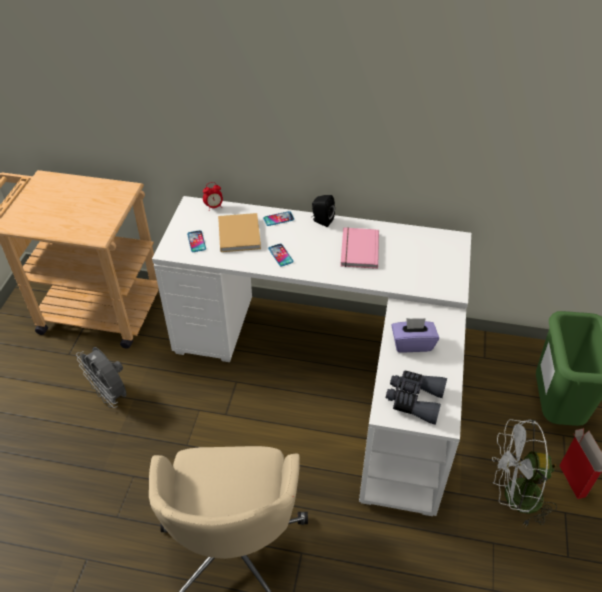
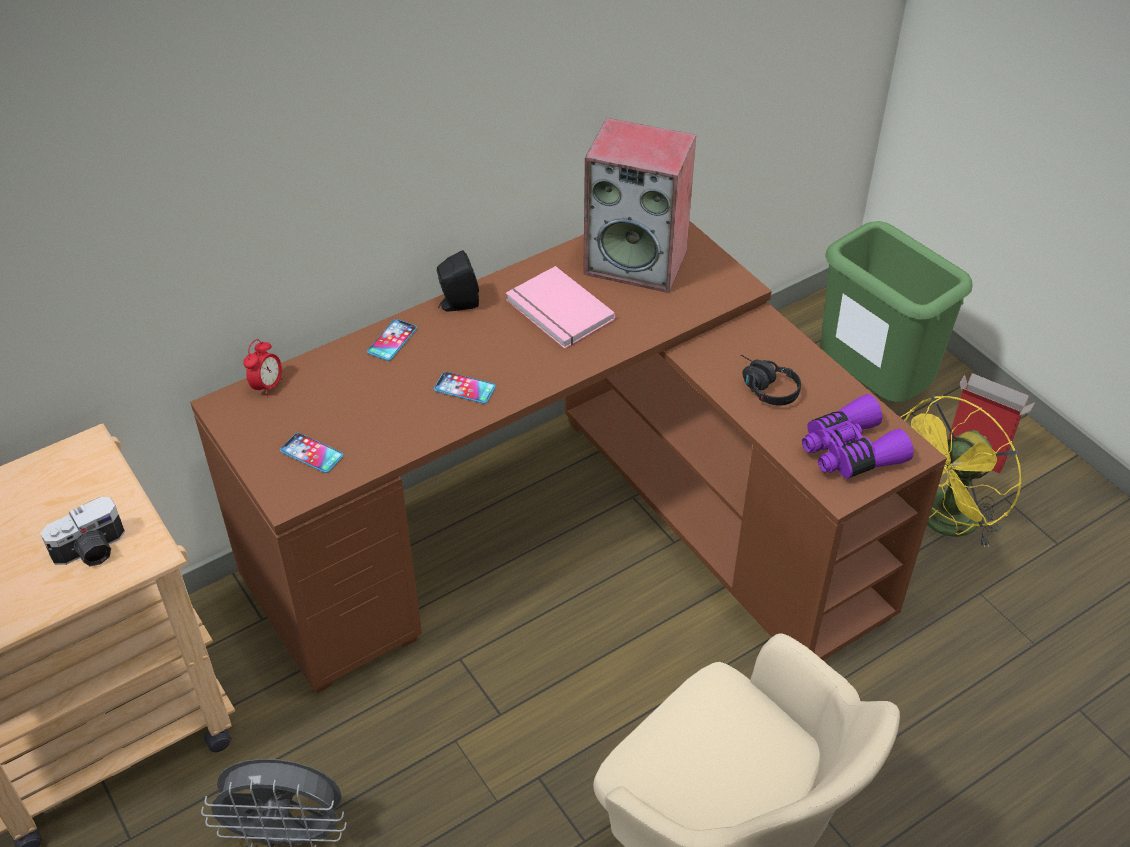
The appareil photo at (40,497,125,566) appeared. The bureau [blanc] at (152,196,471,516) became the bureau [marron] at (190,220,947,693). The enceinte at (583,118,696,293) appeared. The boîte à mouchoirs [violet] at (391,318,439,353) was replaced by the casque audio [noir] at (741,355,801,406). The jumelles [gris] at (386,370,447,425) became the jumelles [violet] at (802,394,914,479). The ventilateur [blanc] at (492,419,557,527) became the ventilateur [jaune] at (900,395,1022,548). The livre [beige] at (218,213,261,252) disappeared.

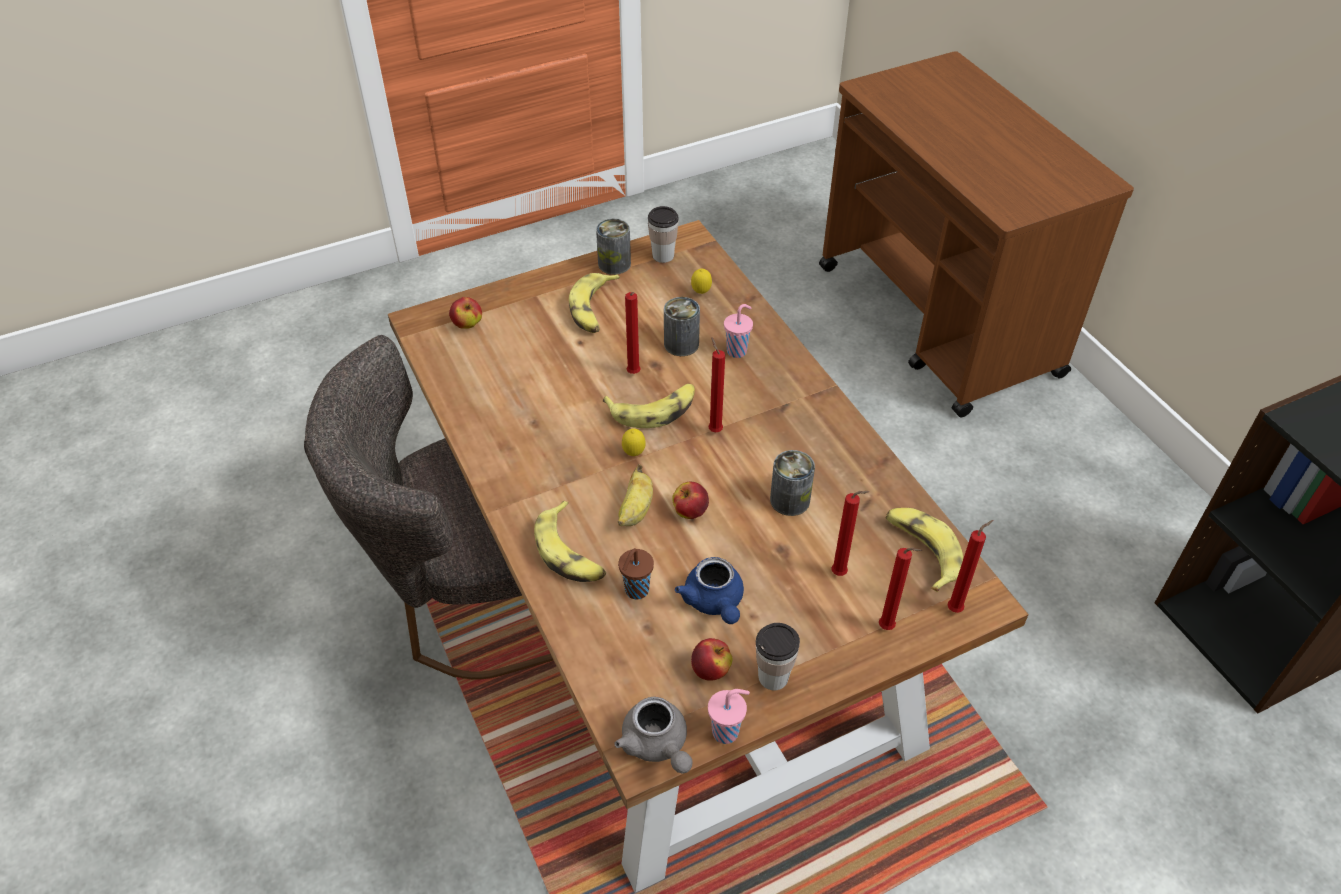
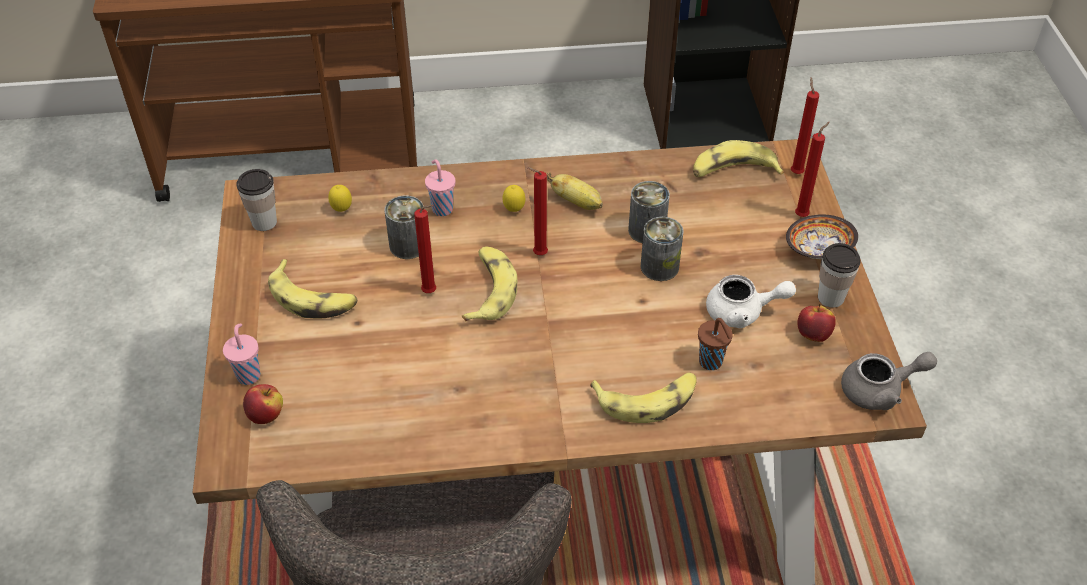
The tasse [rose] moved from (708,689,750,744) to (223,323,260,385). The citron moved from (622,428,646,456) to (503,185,525,212). The banane moved from (618,464,653,526) to (547,172,603,210). The boîte métallique moved from (596,219,631,275) to (640,217,684,281). The théière [bleu] at (675,557,744,624) became the théière [blanc] at (706,275,796,328). The bol at (786,214,858,259) appeared. The pomme at (672,481,709,519) disappeared. The bougie [rouge] at (831,491,869,576) disappeared.

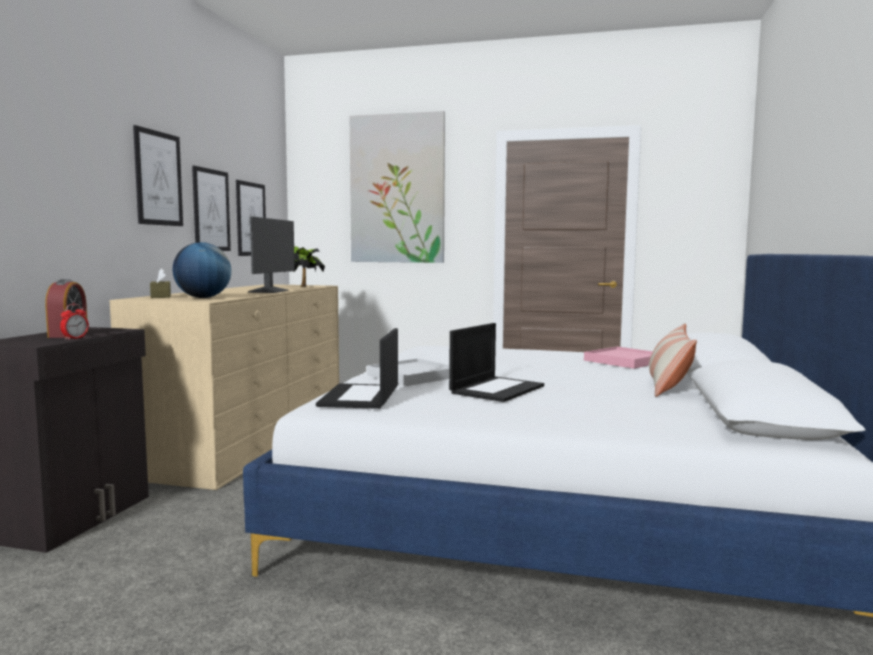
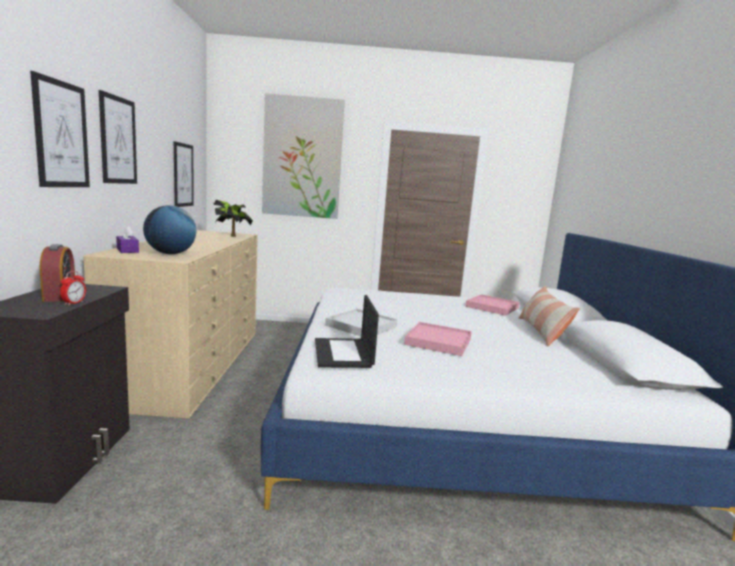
The tableau moved from (192,166,231,251) to (30,71,90,187). The boîte à mouchoirs [marron] at (150,268,171,298) became the boîte à mouchoirs [violet] at (116,225,139,253). The ordinateur portable at (449,323,544,402) was replaced by the plateau [rose] at (404,322,472,356). The écran d'ordinateur at (248,217,295,293) disappeared.

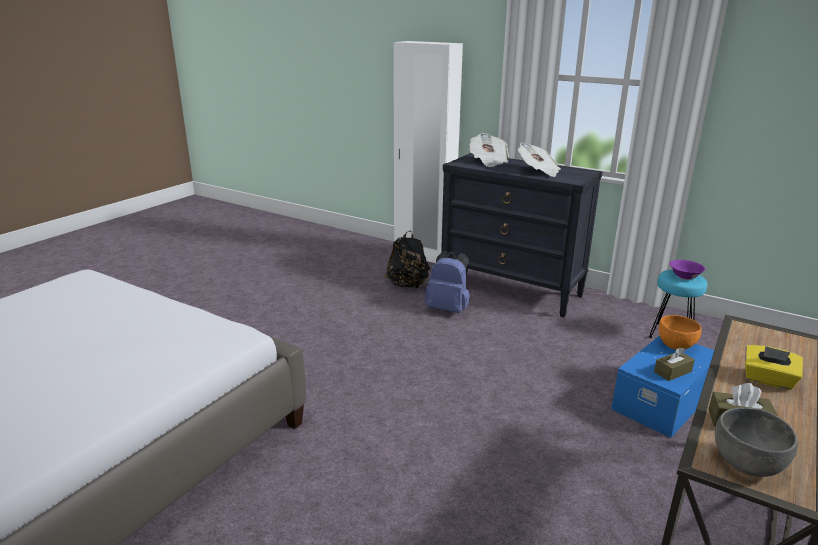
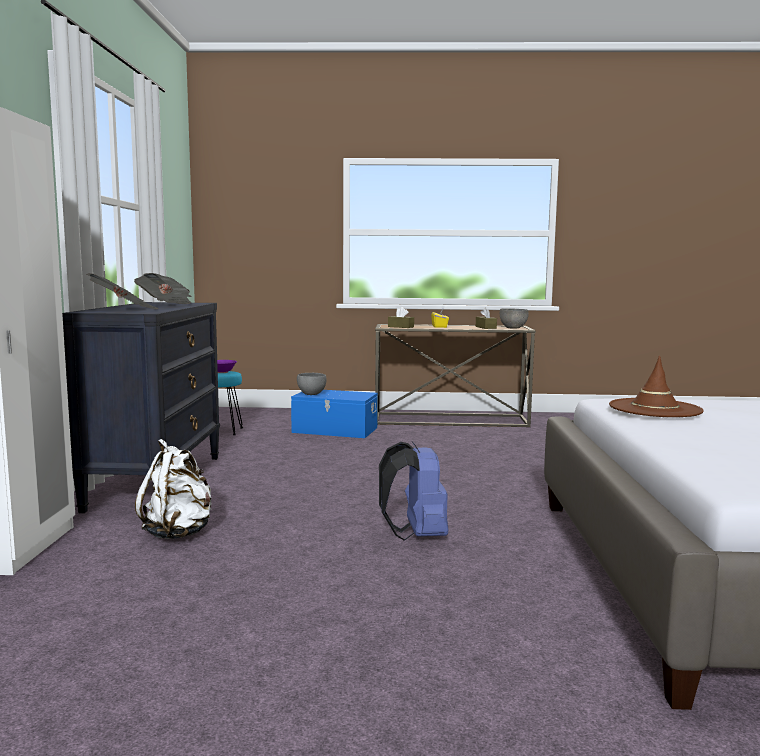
The sac à dos [noir] at (384,231,430,289) became the sac à dos [blanc] at (135,439,212,539). The bol [orange] at (659,315,702,350) became the bol [gris] at (297,373,327,395). The sac à dos [bleu] moved from (425,251,470,313) to (379,441,448,541). The boîte à mouchoirs [marron] moved from (654,347,695,381) to (388,307,414,328). The chapeau [marron] at (609,355,704,417) appeared.

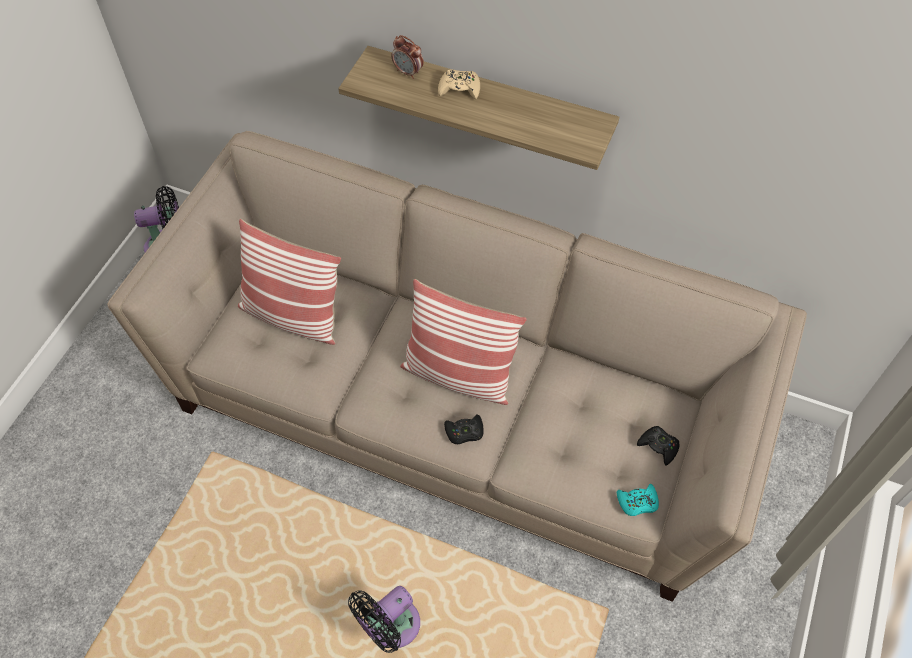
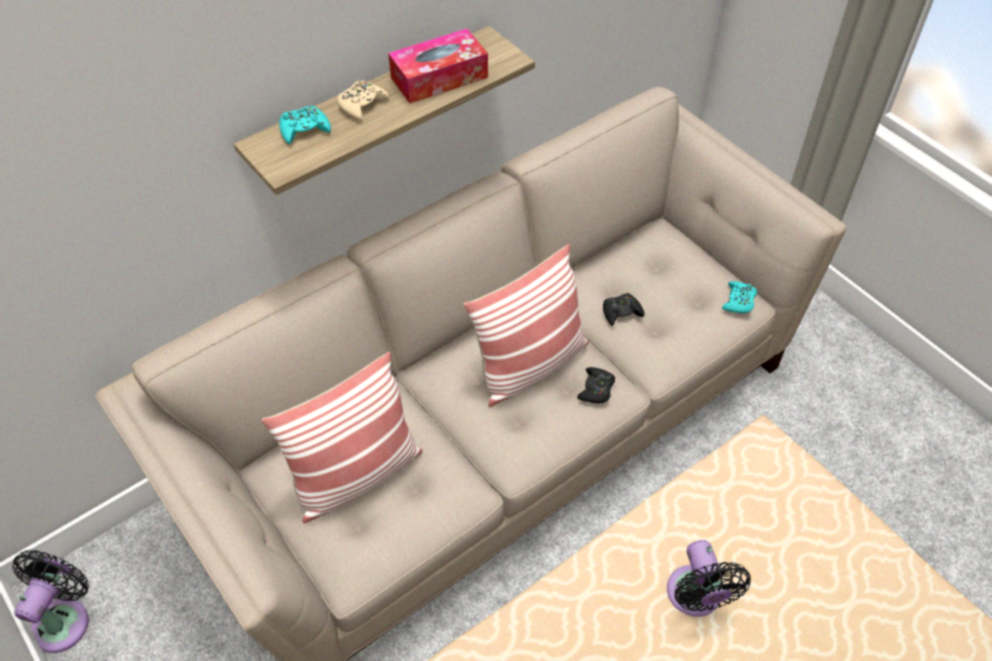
The réveil at (392,35,424,79) was replaced by the manette [turquoise] at (279,105,331,144). The boîte à mouchoirs at (388,29,488,104) appeared. The manette [noir] moved from (637,426,680,466) to (603,293,644,326).

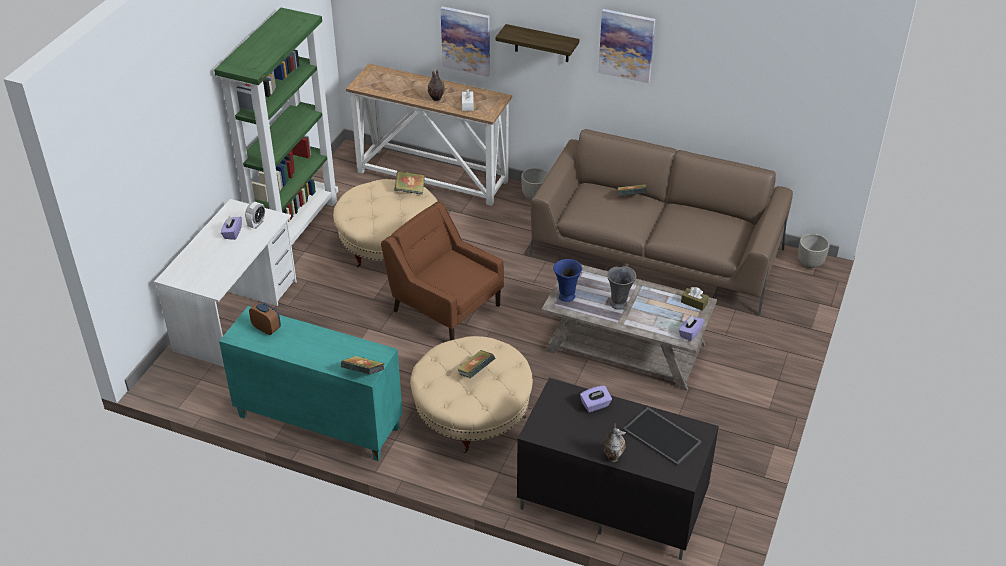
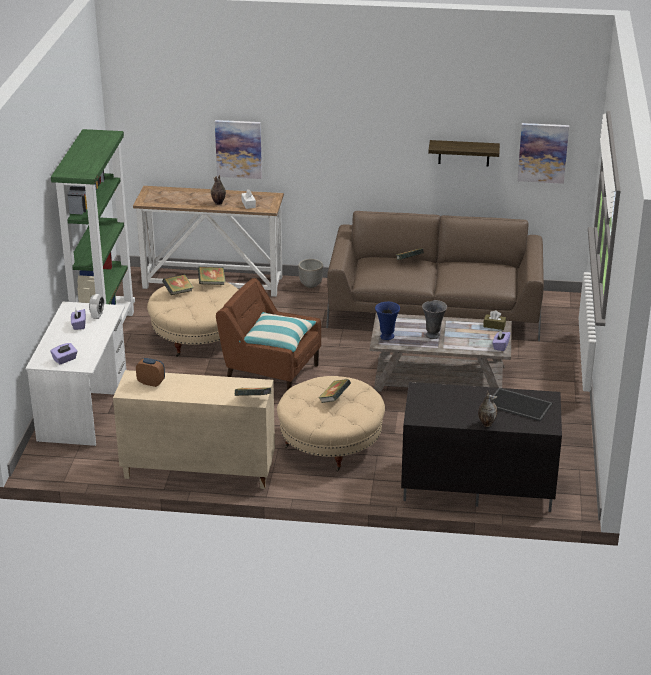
The boîte à mouchoirs [violet] moved from (580,385,612,412) to (50,343,78,365). The meuble de rangement [turquoise] at (219,306,403,461) became the meuble de rangement [beige] at (113,370,275,489). The livre at (162,274,194,295) appeared. The coussin at (239,312,316,352) appeared. The étagère moved from (496,24,579,62) to (428,140,500,167). The tableau moved from (598,9,655,83) to (517,123,569,184). The cache-pot at (798,234,830,268) disappeared.

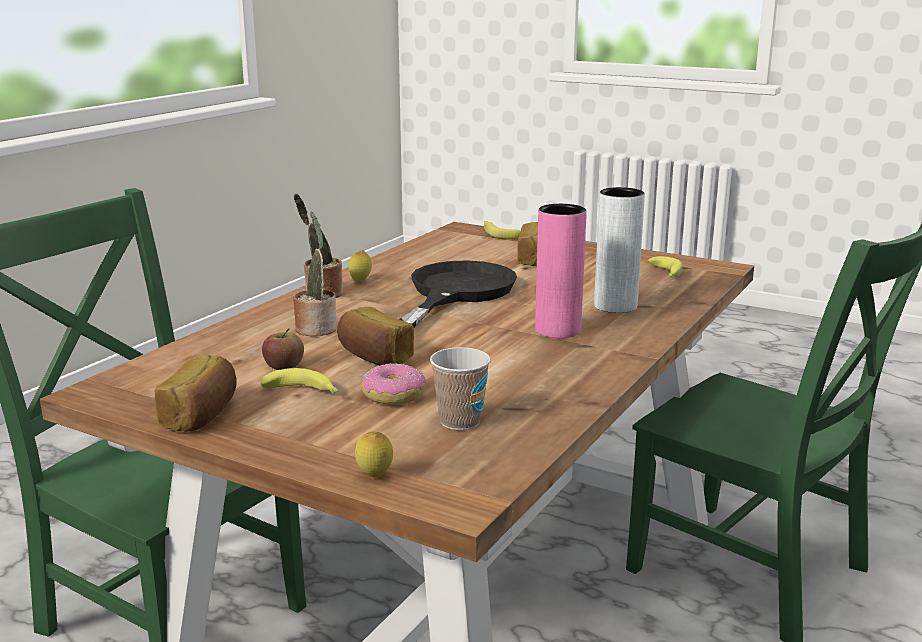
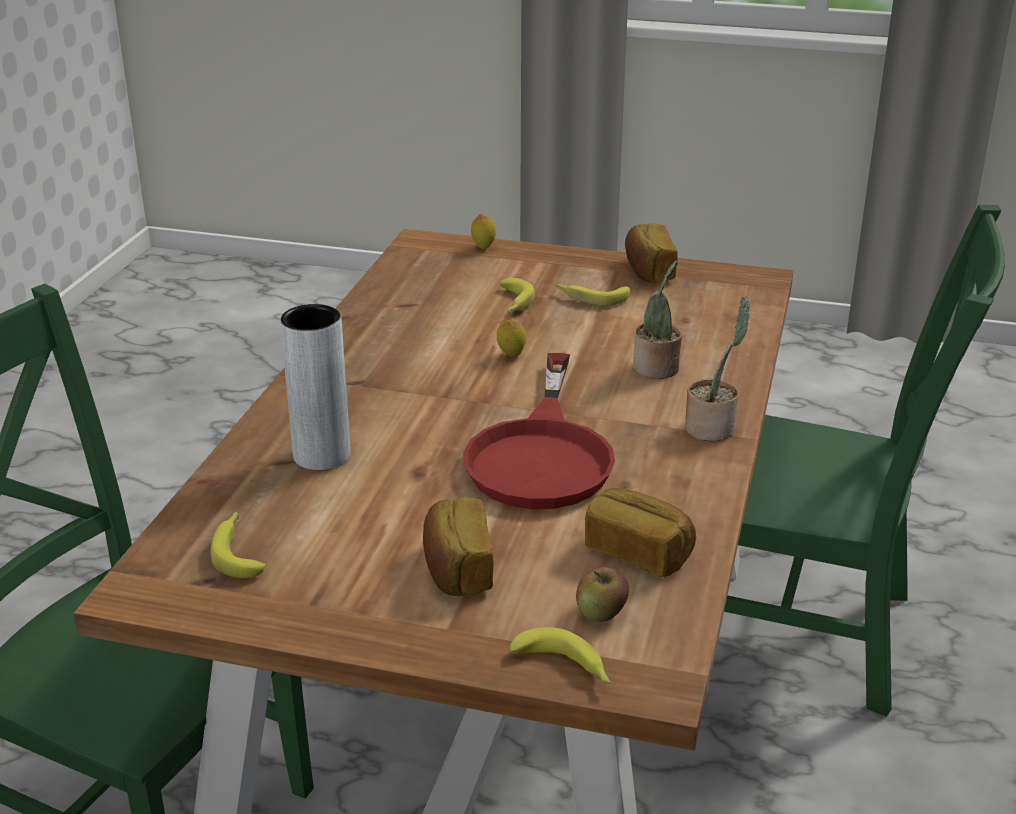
The poêle [noir] at (399,261,517,327) became the poêle [rouge] at (463,353,615,509). The citron moved from (348,250,372,282) to (497,320,526,357). The beignet at (361,363,426,405) was replaced by the banane at (499,278,535,313). The pomme moved from (262,329,304,370) to (576,566,629,622). The pain moved from (337,307,414,366) to (585,488,696,577). The tasse at (430,347,490,430) disappeared. The vase [rose] at (535,204,587,338) disappeared.

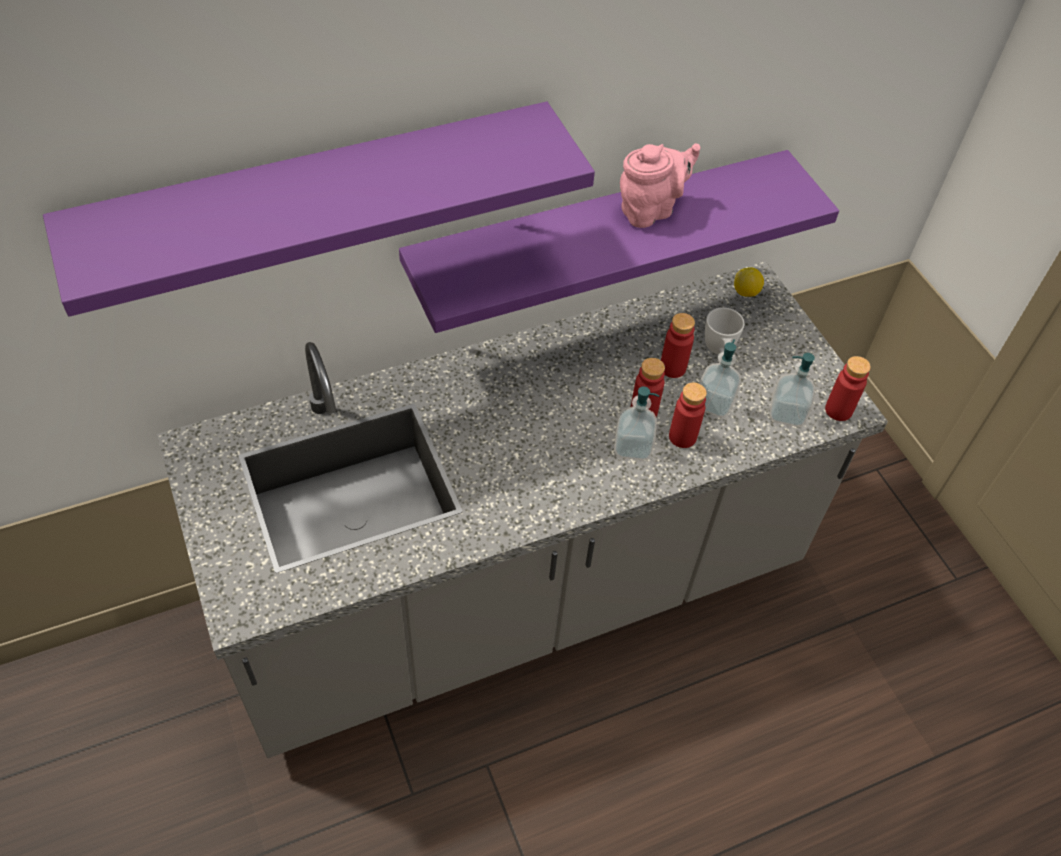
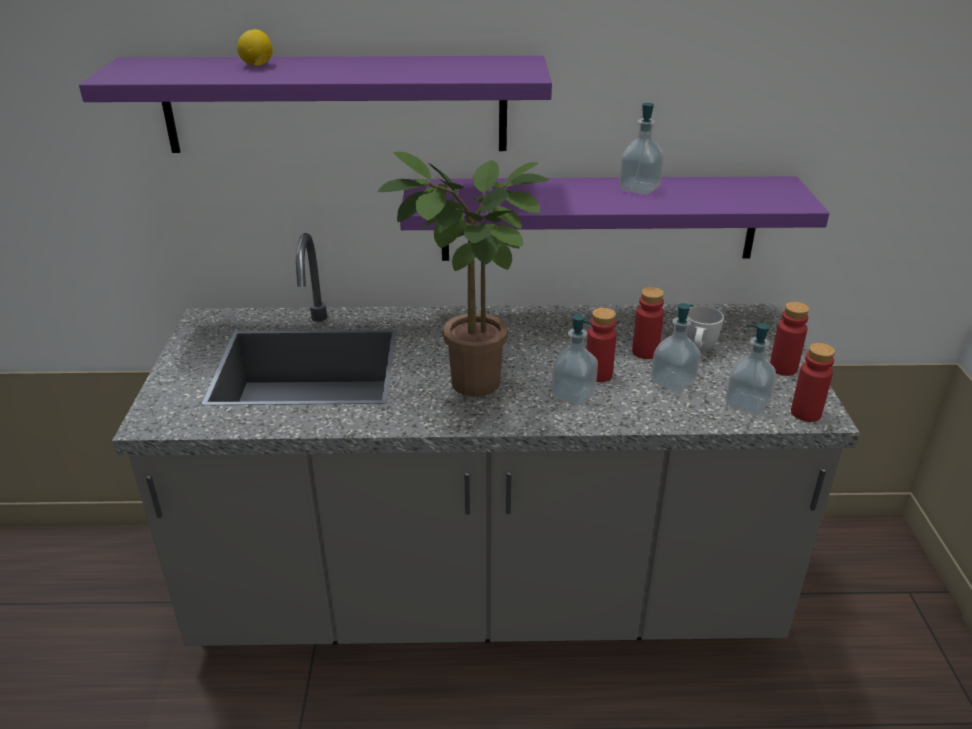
The citron moved from (734,267,764,297) to (237,29,273,66). The plante en pot at (378,152,549,397) appeared. The théière [rose] at (620,143,700,228) was replaced by the distributeur de savon at (619,103,664,195). The bouteille [rouge] moved from (669,382,707,448) to (770,302,809,376).

